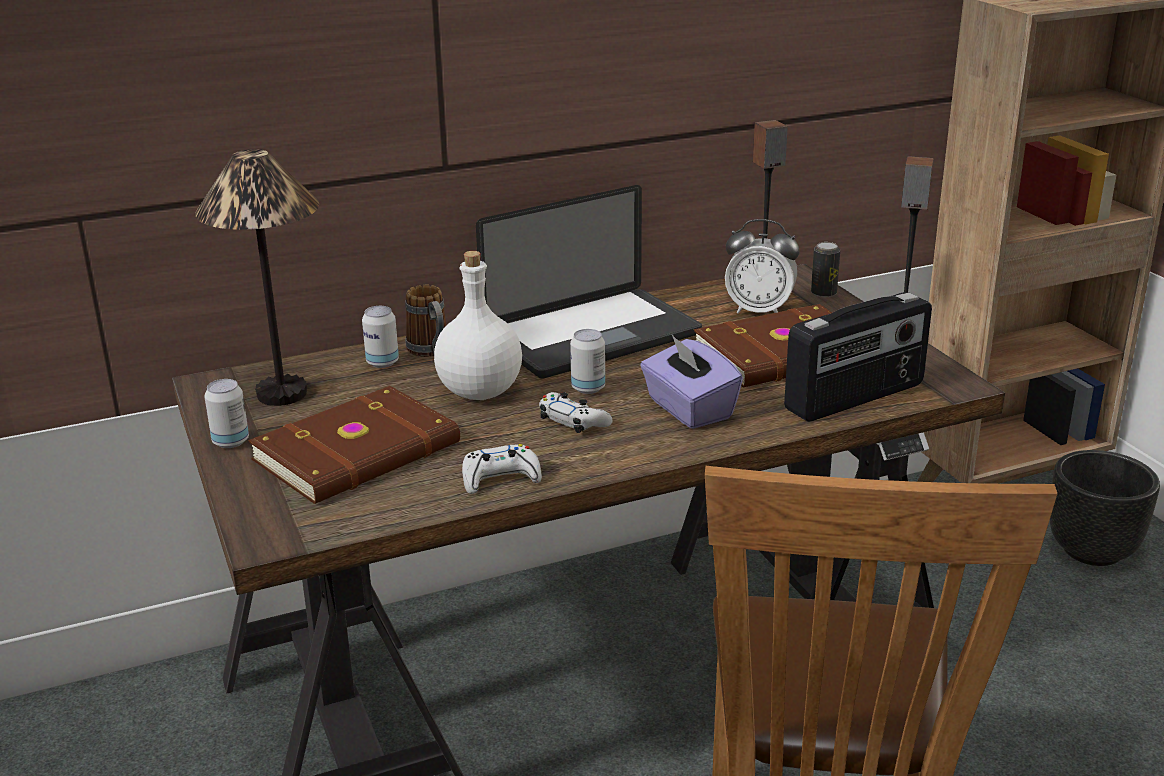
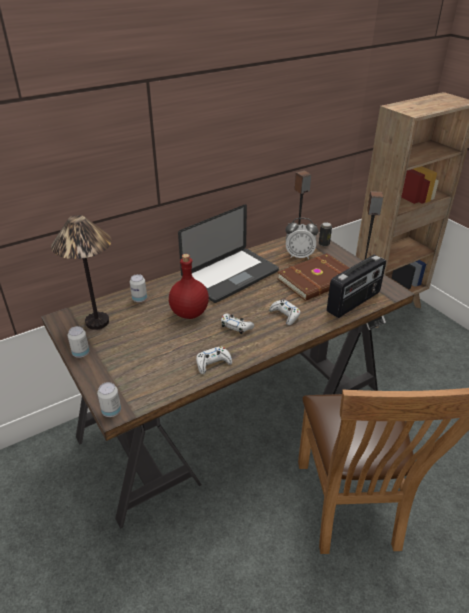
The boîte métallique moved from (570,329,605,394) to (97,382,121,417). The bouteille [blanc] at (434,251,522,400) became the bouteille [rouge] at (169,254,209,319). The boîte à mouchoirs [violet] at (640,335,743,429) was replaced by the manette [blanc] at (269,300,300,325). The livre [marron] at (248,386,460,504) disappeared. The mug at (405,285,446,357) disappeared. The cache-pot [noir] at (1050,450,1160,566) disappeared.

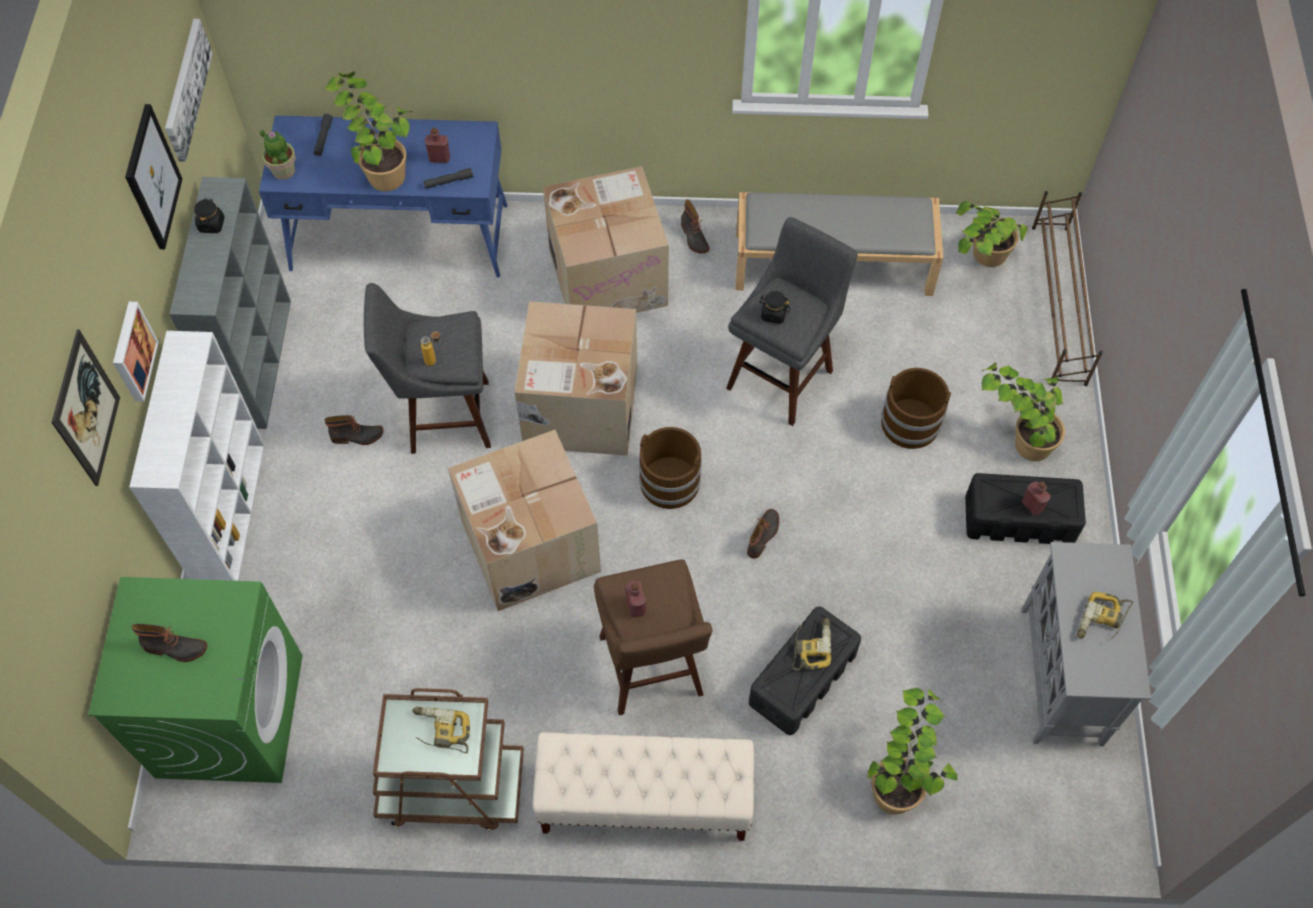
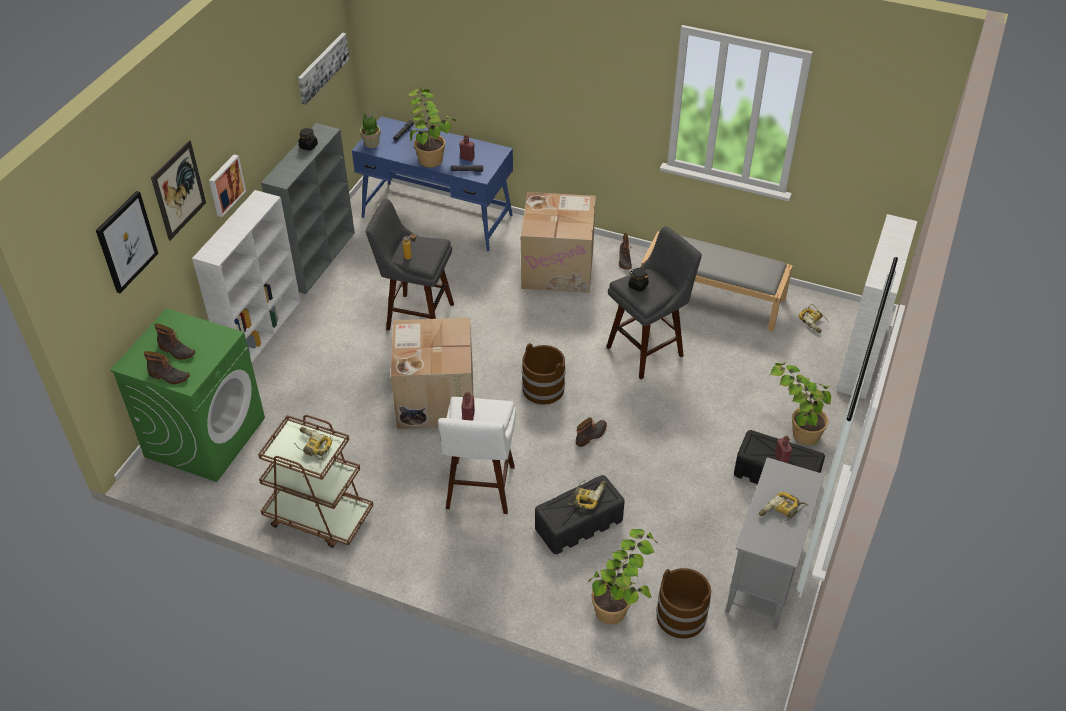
The tableau moved from (125,104,182,249) to (96,191,158,293). The botte moved from (324,415,384,445) to (144,351,190,384). The tabouret [marron] at (594,559,712,715) became the tabouret [blanc] at (438,397,516,514). The seau [marron] moved from (881,368,951,449) to (656,568,711,639). The plante en pot at (956,201,1028,267) was replaced by the perceuse at (798,304,828,333). The étagère à chaussures [marron] at (1032,191,1103,386) was replaced by the bibliothèque [blanc] at (836,214,917,399). The carton at (515,301,637,456) disappeared. The banc [beige] at (532,732,754,841) disappeared.

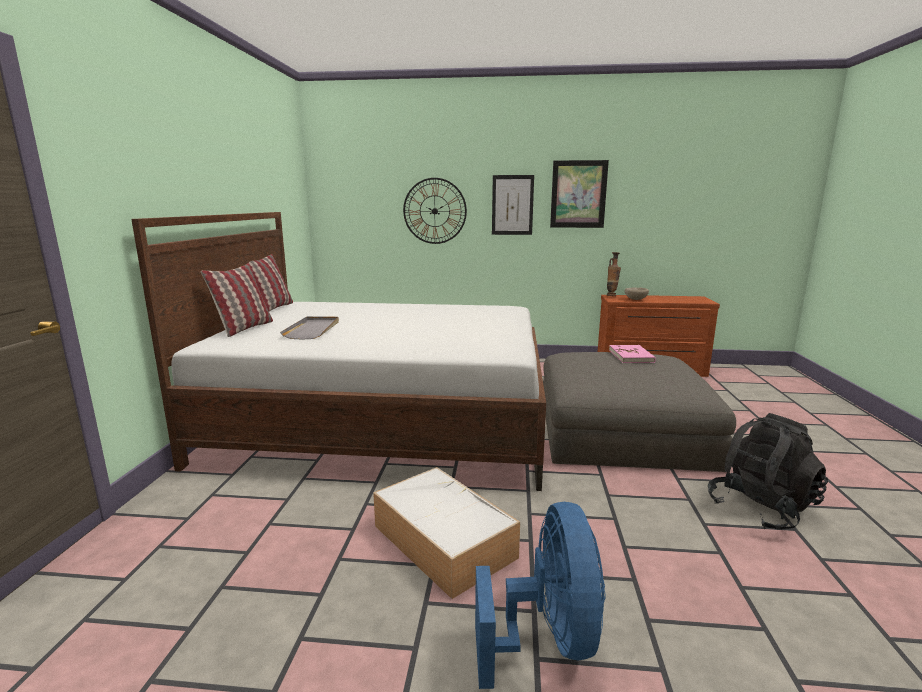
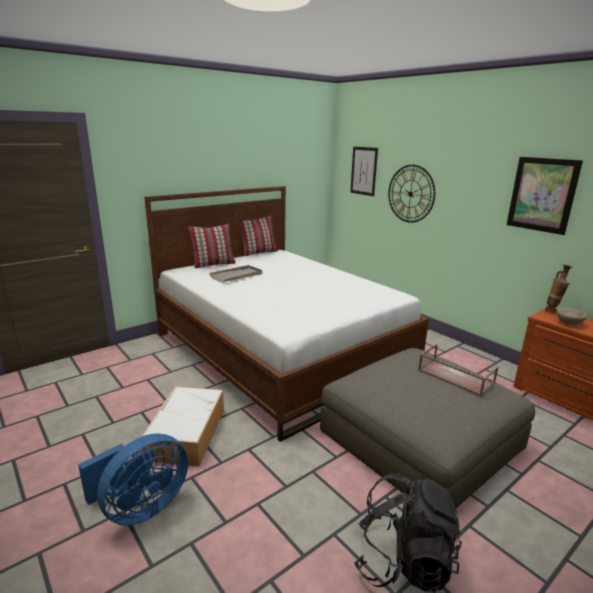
The tableau moved from (492,175,534,235) to (350,147,378,196). The livre [rose] at (609,345,656,363) was replaced by the plateau [marron] at (418,344,499,396).

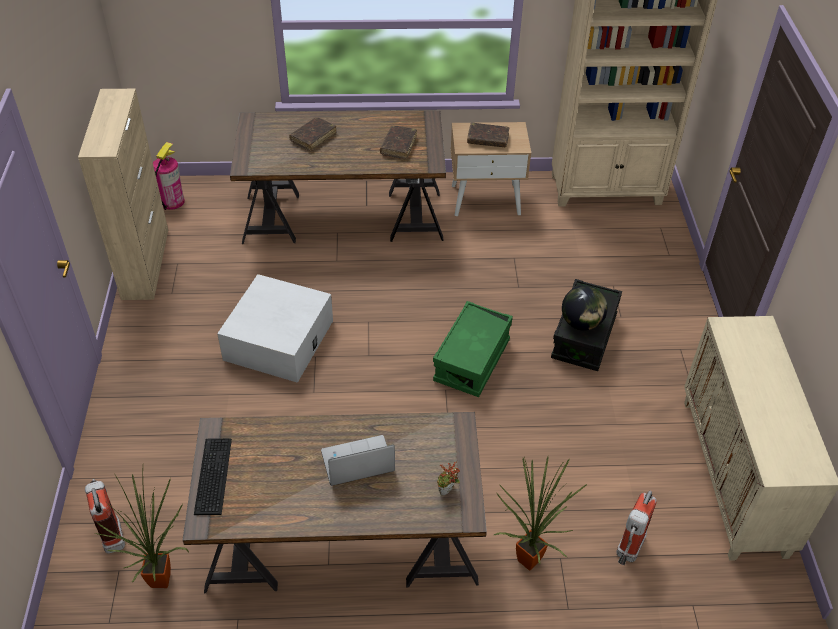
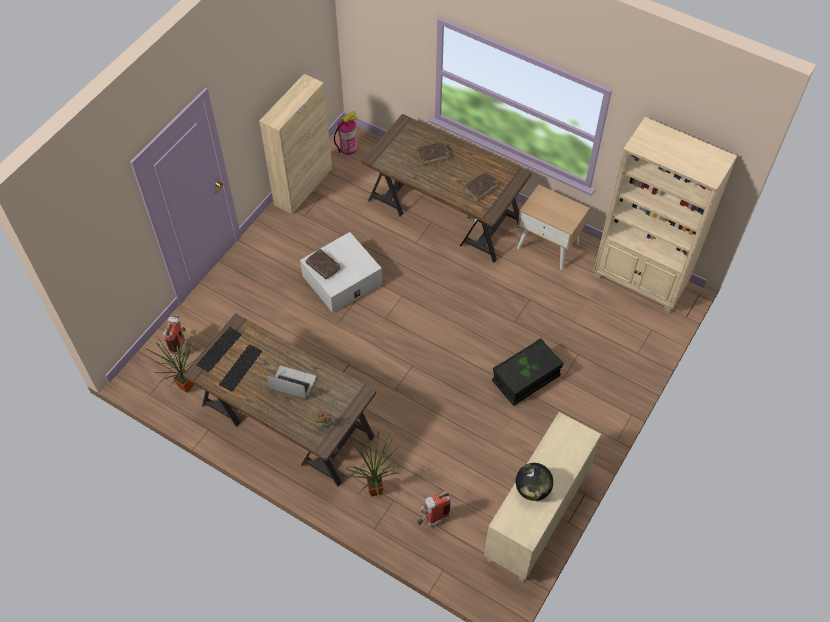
The clavier at (219,344,262,392) appeared. The livre [marron] moved from (467,123,509,148) to (306,249,341,279). The globe moved from (562,285,608,331) to (516,463,553,501). The boîte de rangement [vert] at (433,301,513,397) disappeared.

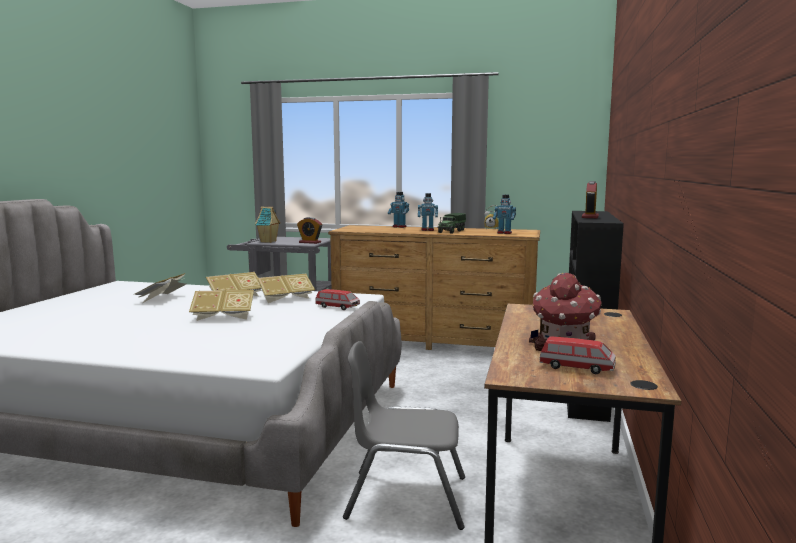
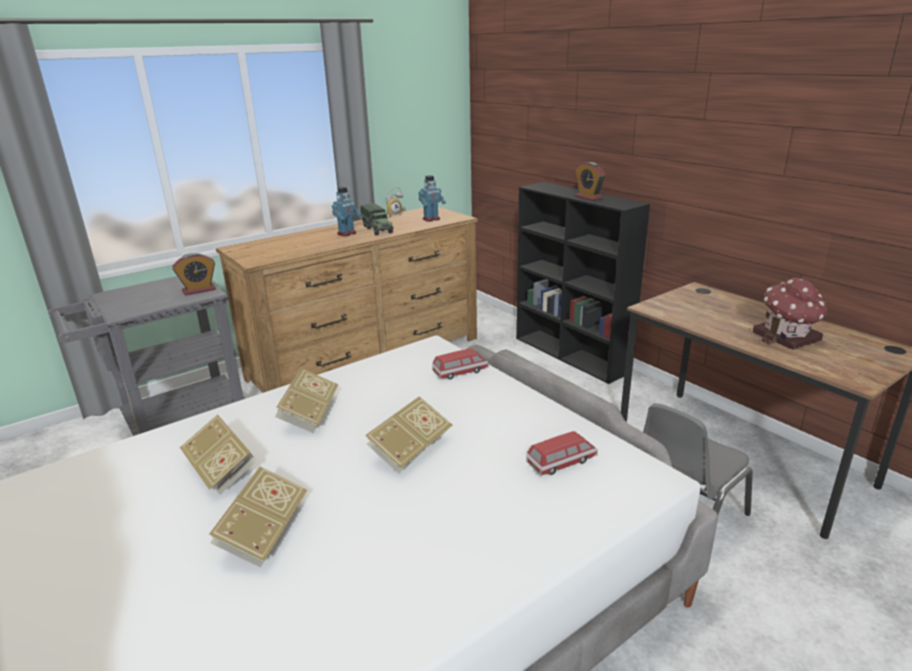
The livre moved from (257,274,315,303) to (209,467,307,568). The petite voiture moved from (539,336,616,374) to (526,431,598,476). The maison miniature at (255,207,280,243) disappeared. The robot jouet at (388,192,409,228) disappeared.

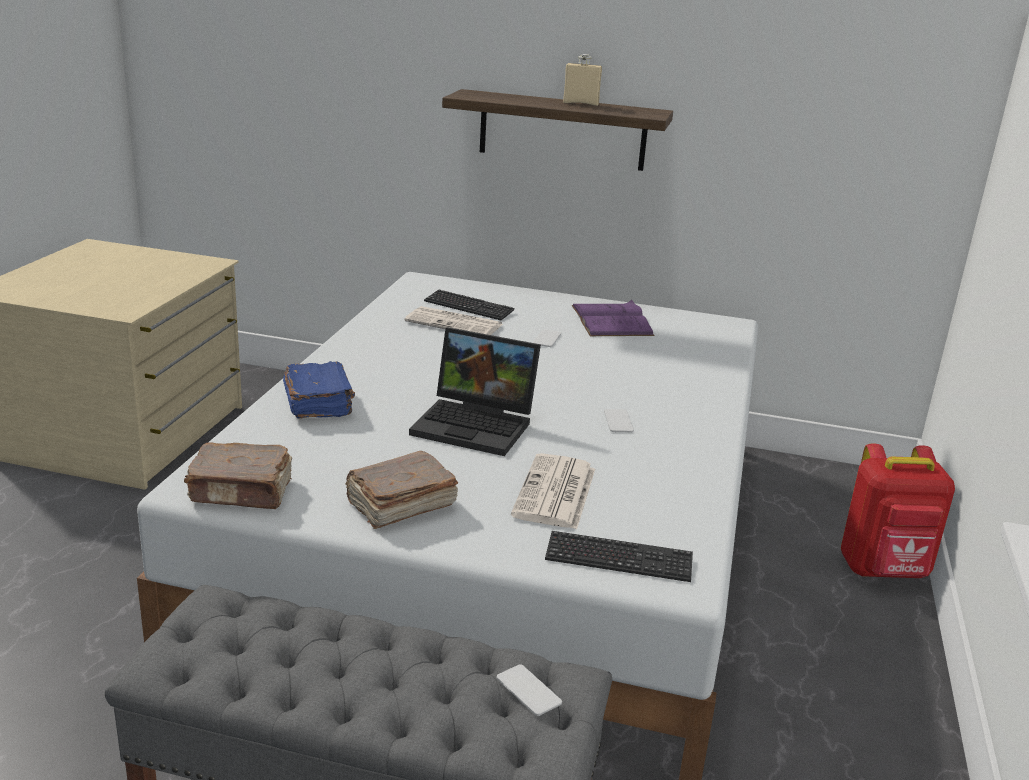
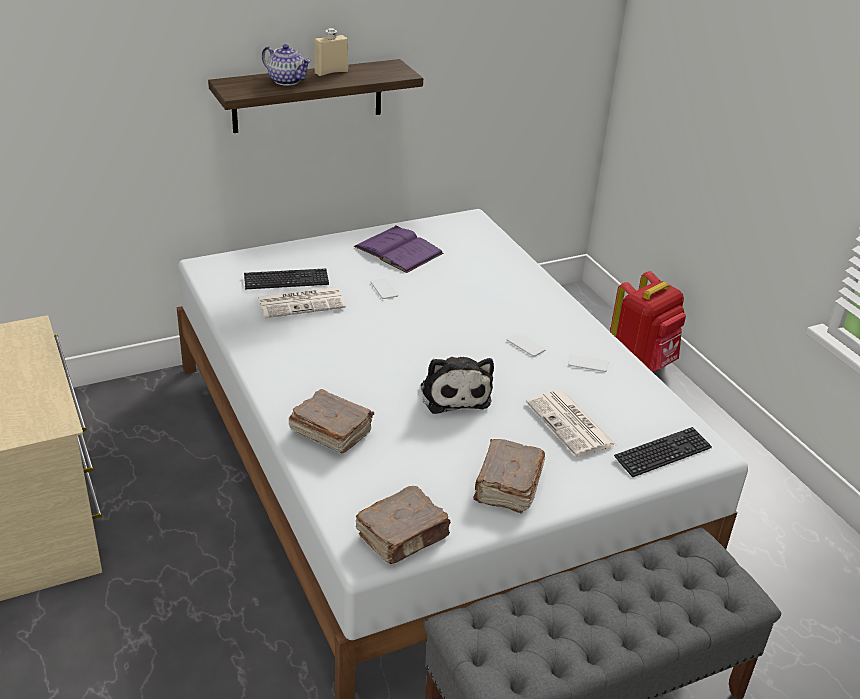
The théière at (262,44,311,86) appeared. The livre [bleu] at (283,361,355,418) became the livre [marron] at (289,389,374,454). The ordinateur portable at (409,327,541,456) was replaced by the peluche at (421,357,494,414). The téléphone moved from (497,664,562,716) to (568,354,608,372).

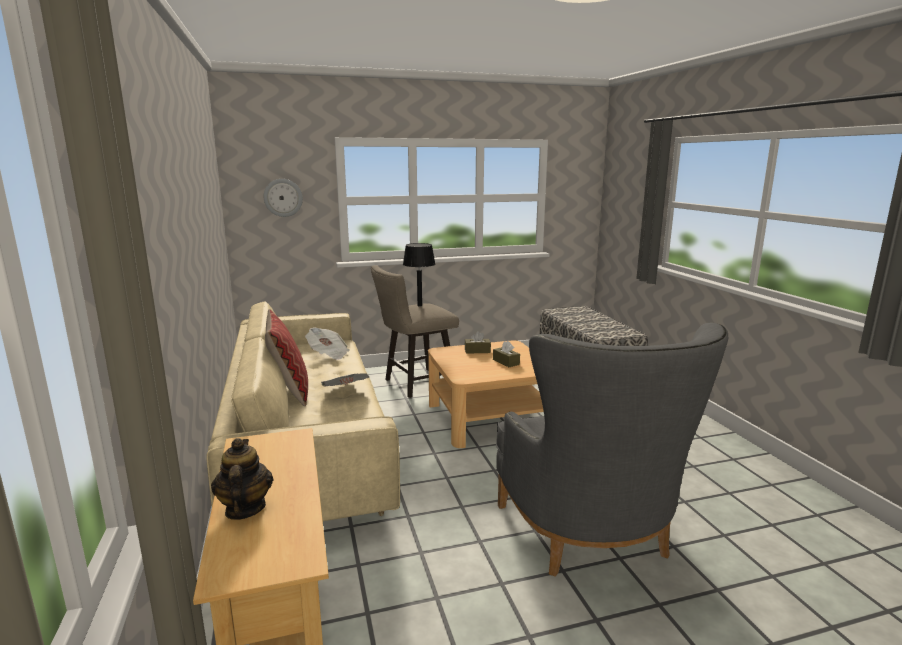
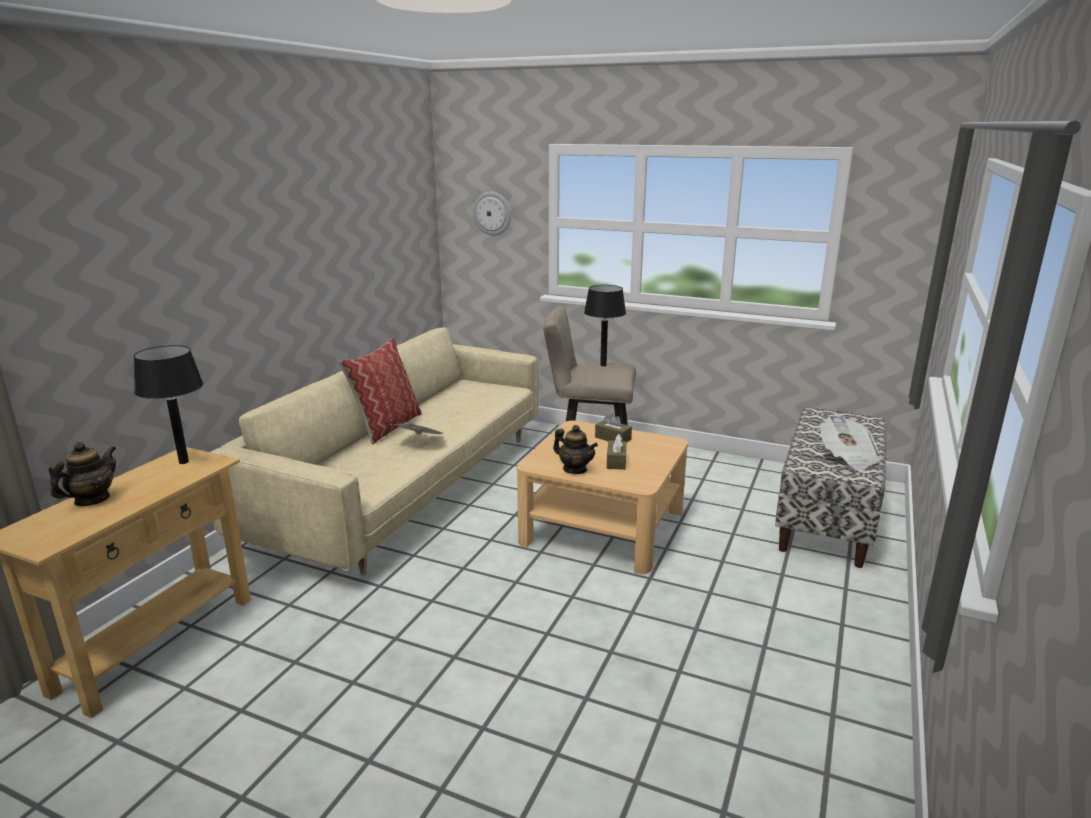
The lampe de table [noir] at (134,345,203,464) appeared. The théière at (553,425,598,474) appeared. The journal moved from (305,327,350,360) to (819,415,881,472). The fauteuil [gris] at (496,323,728,577) disappeared.

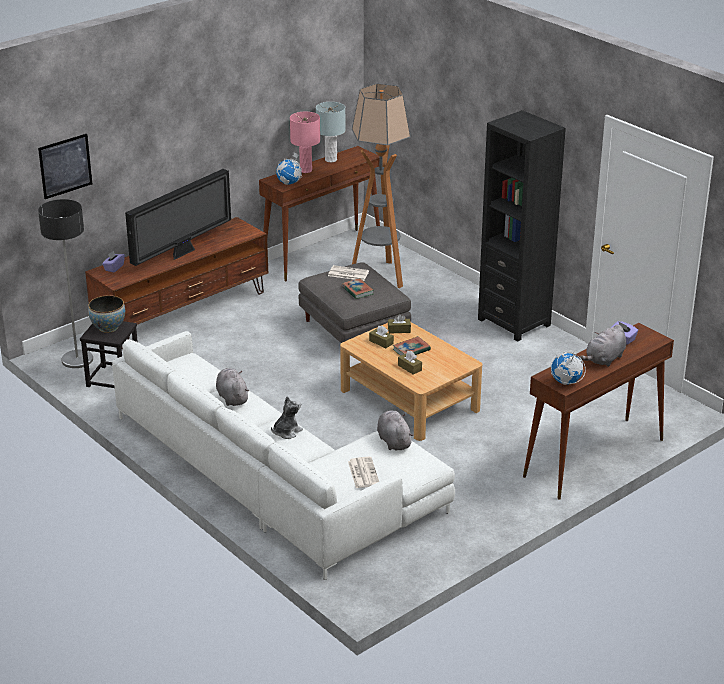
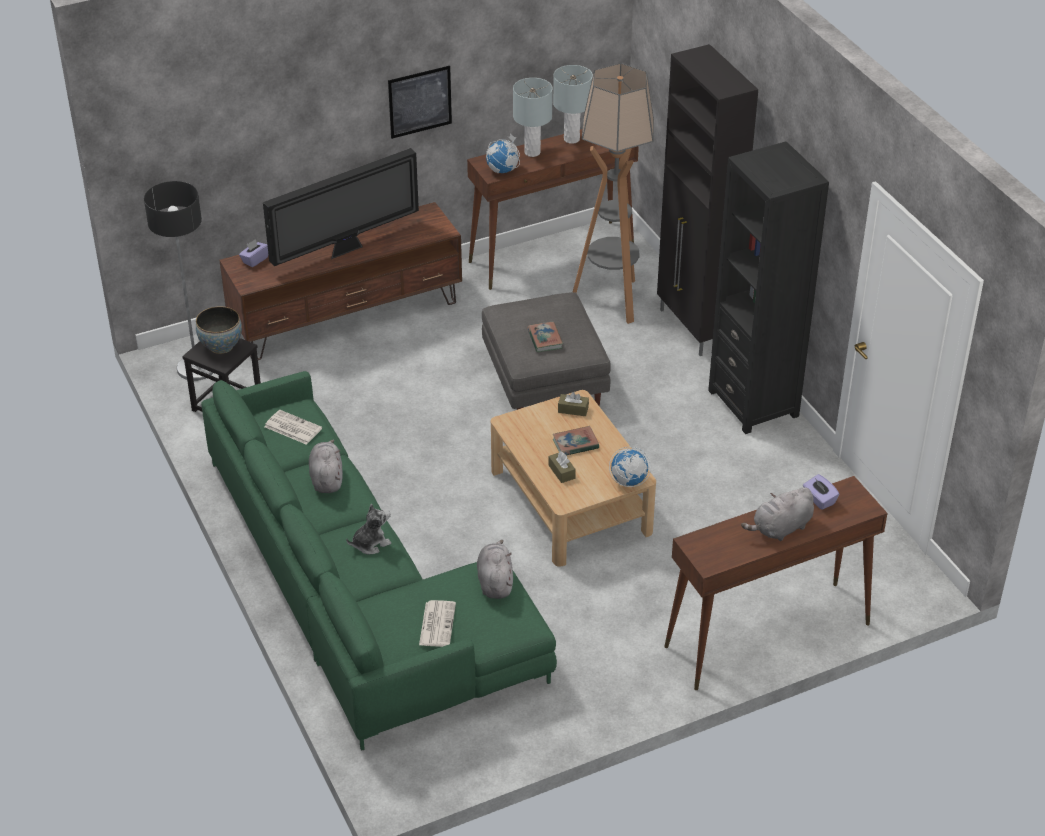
The canapé [blanc] at (112,331,455,580) became the canapé [vert] at (201,371,557,751). The journal moved from (328,265,369,281) to (264,410,322,445). The tableau moved from (38,134,92,199) to (388,66,452,139). The lampe de table [rose] at (290,112,320,173) became the lampe de table [gris] at (513,78,553,157). The globe moved from (551,352,586,385) to (609,447,651,487). The meuble de rangement [noir] at (657,44,758,356) appeared. The boîte à mouchoirs [marron] at (369,326,394,348) disappeared.

